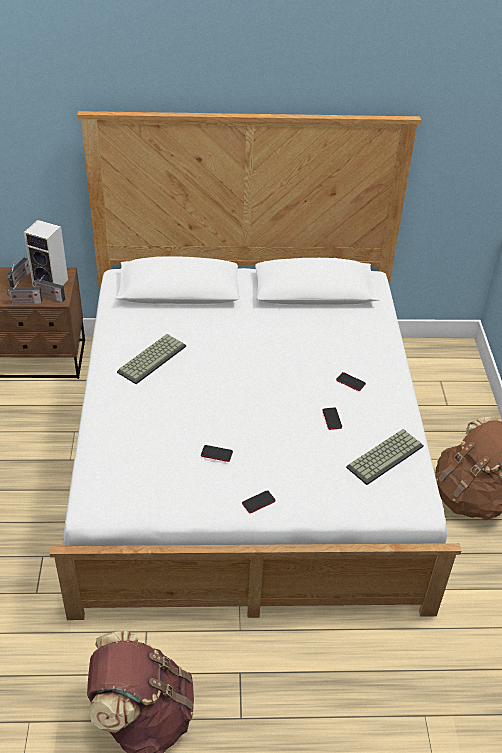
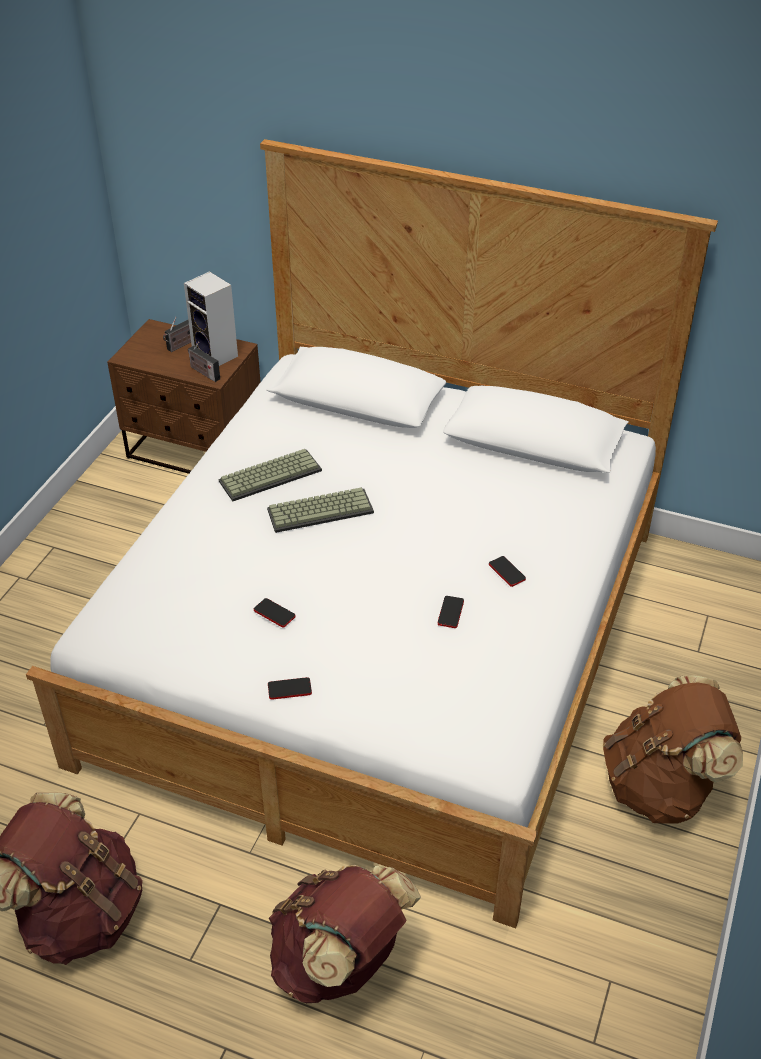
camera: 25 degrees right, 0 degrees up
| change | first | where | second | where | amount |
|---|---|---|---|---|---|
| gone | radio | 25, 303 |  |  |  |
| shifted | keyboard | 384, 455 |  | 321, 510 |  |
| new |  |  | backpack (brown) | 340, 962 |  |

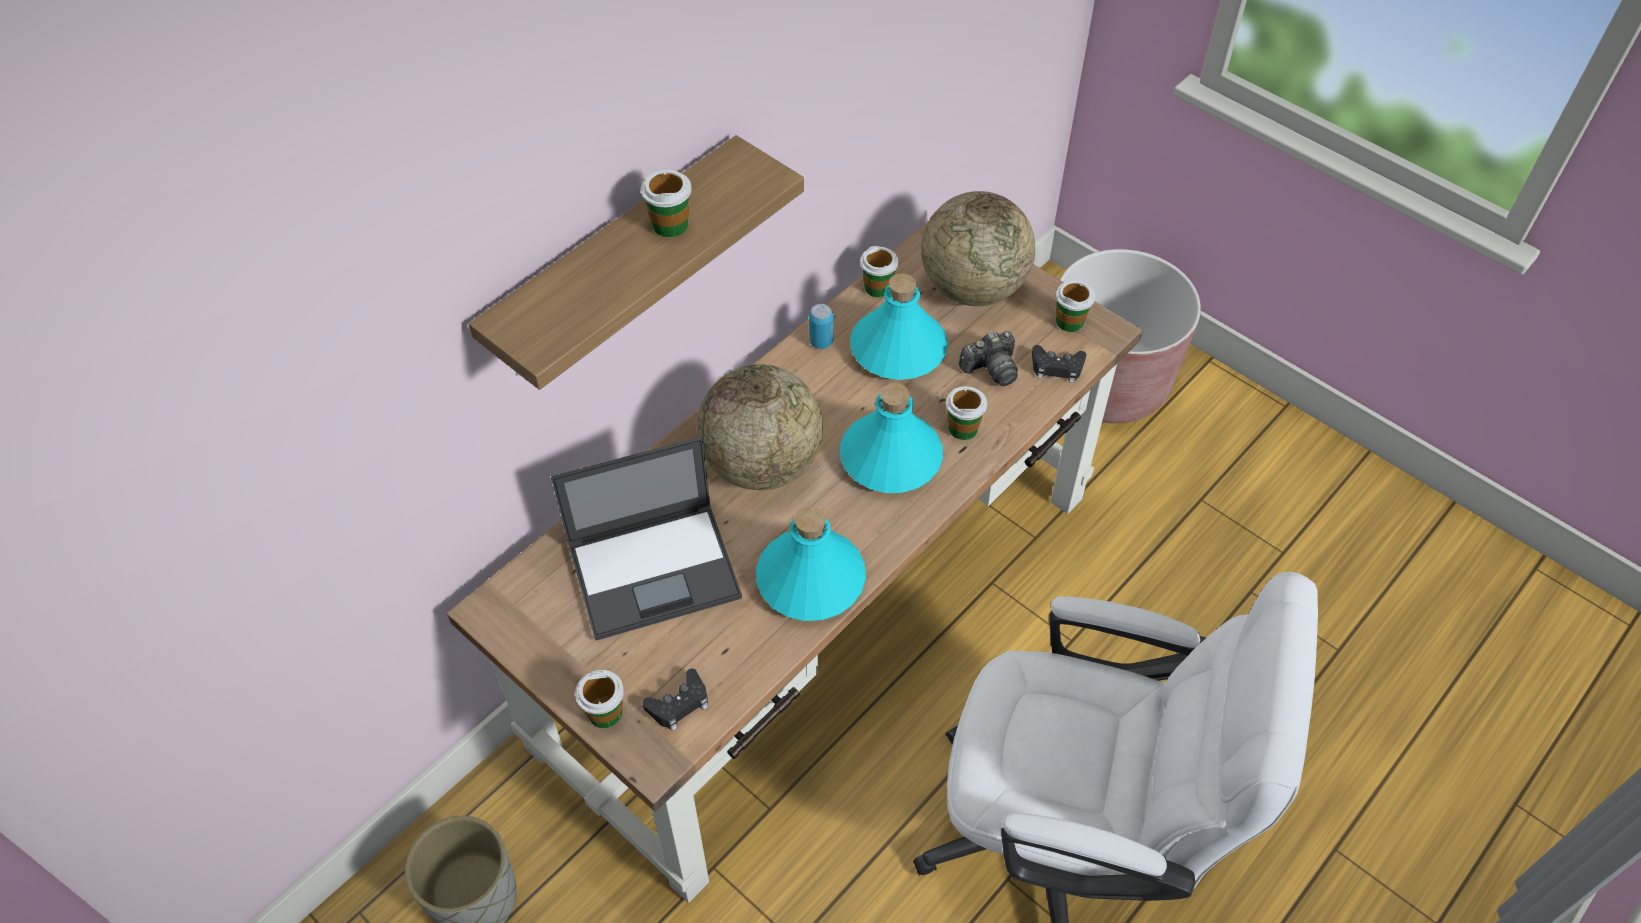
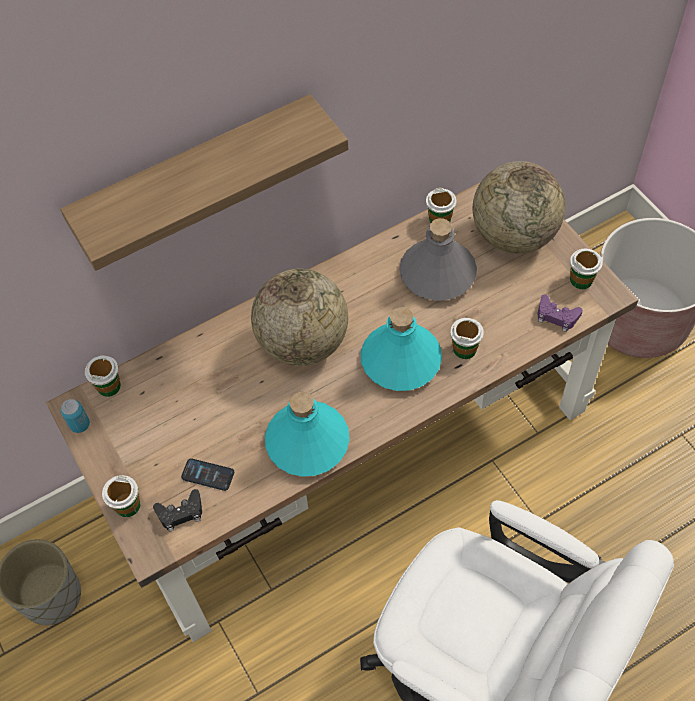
camera: 20 degrees right, 5 degrees up
| change | first | where | second | where | amount |
|---|---|---|---|---|---|
| shifted | cup | 670, 224 |  | 109, 386 |  |
| repainted | bottle (turquoise) | 898, 350 | bottle (grey) | 437, 274 |  |
| shifted | can | 821, 341 |  | 80, 425 |  |
| gone | photo camera | 991, 368 |  |  |  |
| repainted | game controller (black) | 1057, 367 | game controller (purple) | 557, 316 |  |
| gone | laptop | 656, 569 |  |  |  |
| new |  |  | phone | 208, 475 |  |

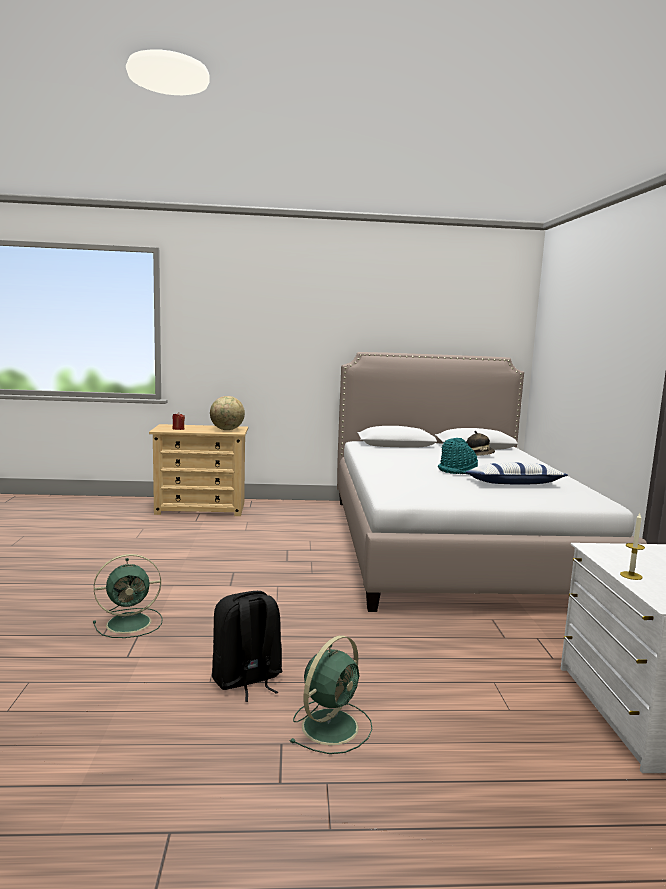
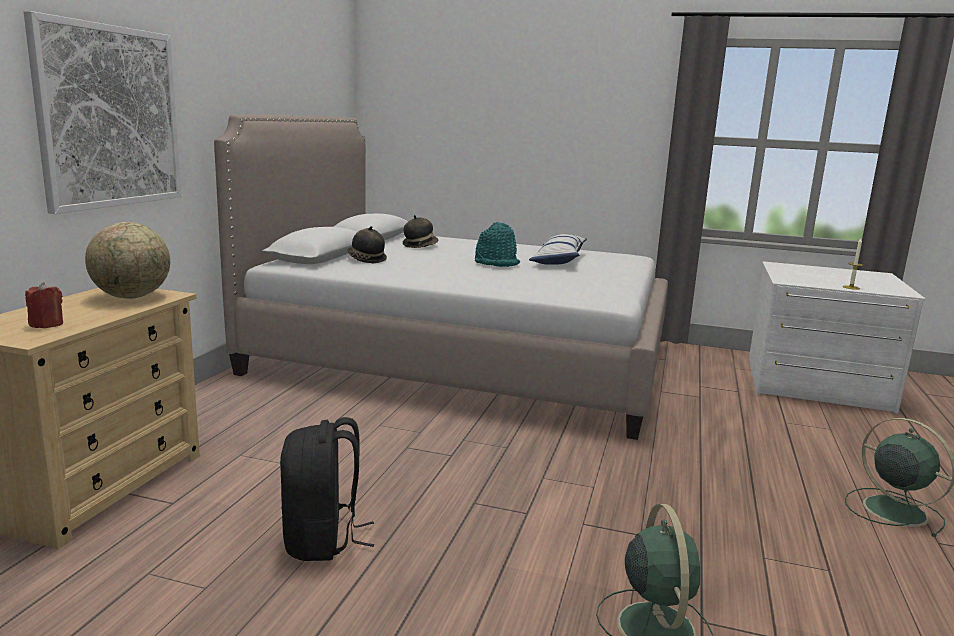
camera: 70 degrees left, 5 degrees up
| change | first | where | second | where | amount |
|---|---|---|---|---|---|
| shifted | backpack (black) | 247, 680 |  | 323, 540 |  |
| new |  |  | picture | 110, 117 |  |
| new |  |  | hat | 366, 260 |  |

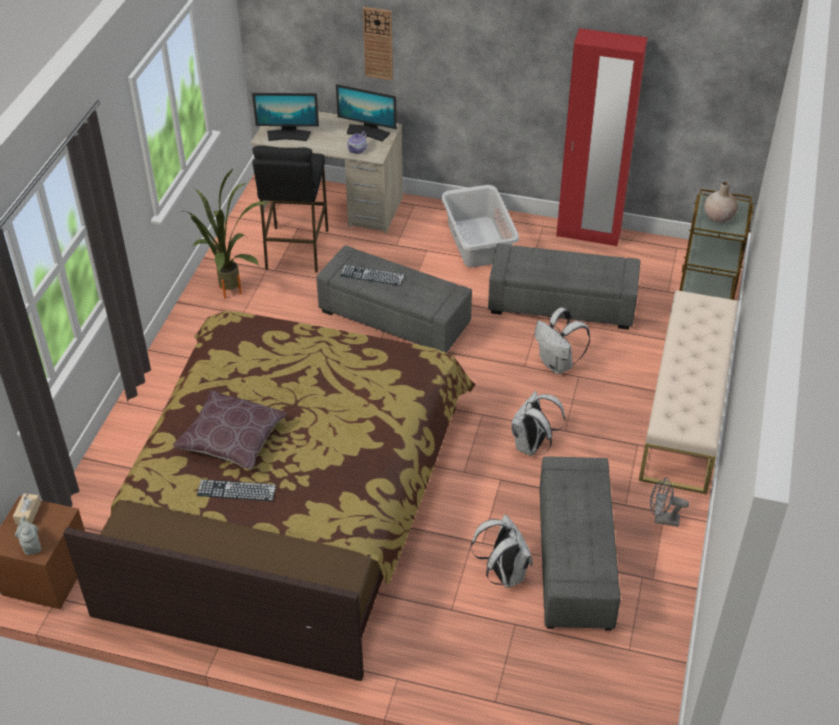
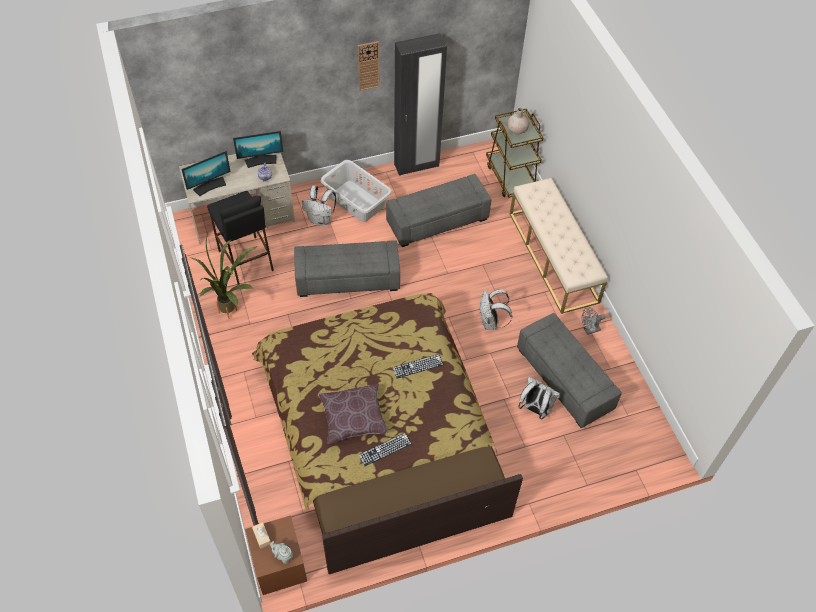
camera: 35 degrees left, 10 degrees up
| change | first | where | second | where | amount |
|---|---|---|---|---|---|
| shifted | wall clock | 378, 43 |  | 368, 66 |  |
| repainted | wardrobe (red) | 588, 234 | wardrobe (black) | 416, 165 |  |
| shifted | keyboard | 372, 275 |  | 418, 366 |  |
| shifted | backpack (white) | 558, 364 |  | 321, 220 |  |

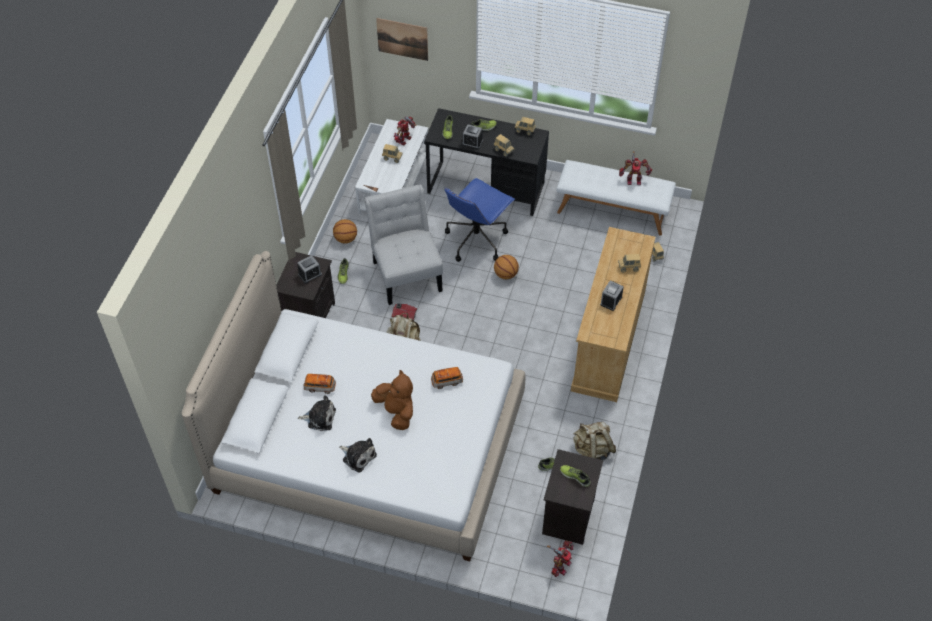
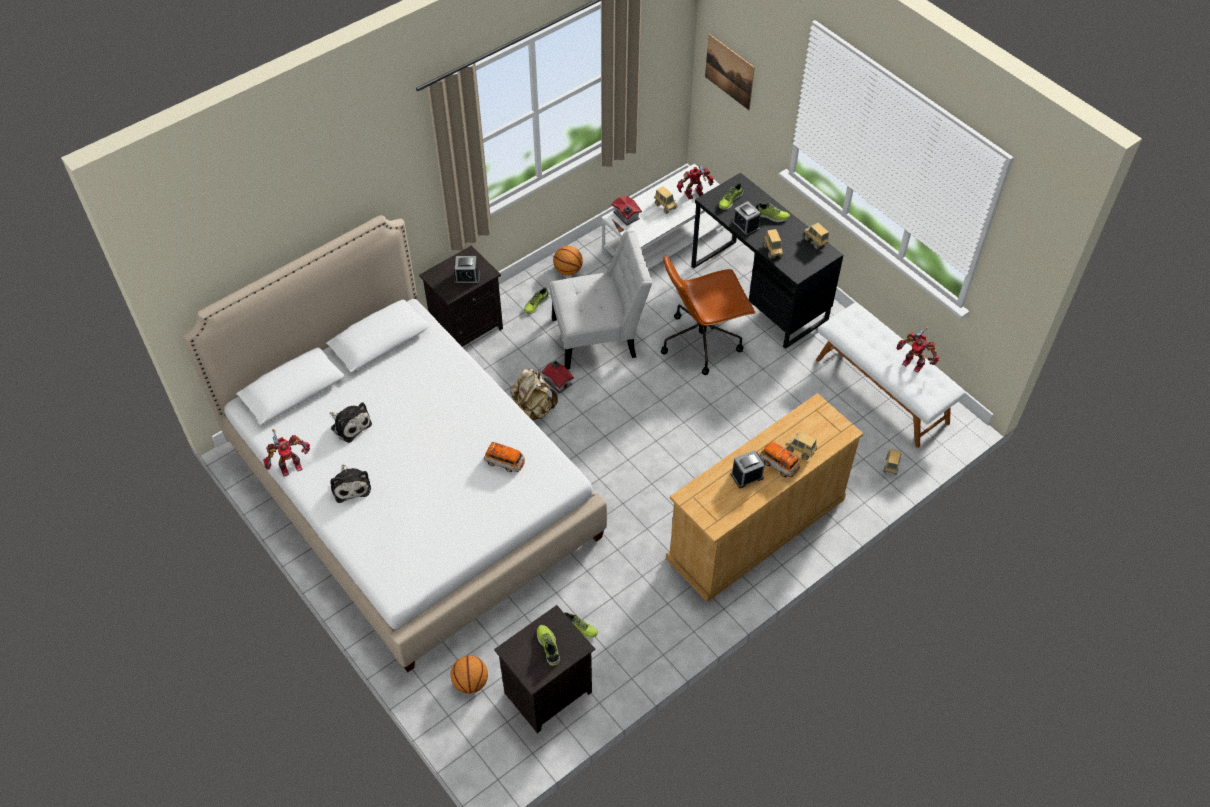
camera: 35 degrees right, 0 degrees up
| change | first | where | second | where | amount |
|---|---|---|---|---|---|
| repainted | office chair (blue) | 476, 239 | office chair (brown) | 702, 341 |  |
| rotated | chair (white) | 406, 272 |  | 599, 336 | 60 degrees clockwise |
| shifted | basketball | 506, 274 |  | 471, 682 |  |
| gone | plush toy (brown) | 396, 412 |  |  |  |
| shifted | toy car | 319, 387 |  | 778, 464 |  |
| gone | backpack (beige) | 592, 450 |  |  |  |
| shifted | toy robot | 561, 565 |  | 290, 465 |  |
| new |  |  | toy house | 626, 216 |  |

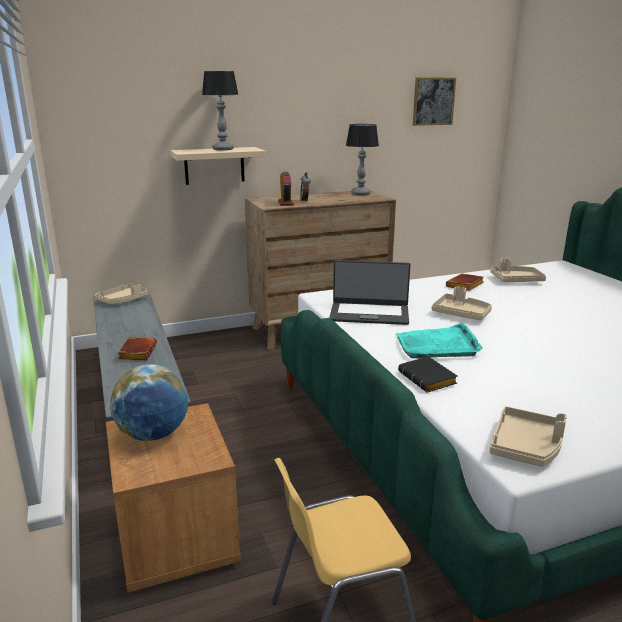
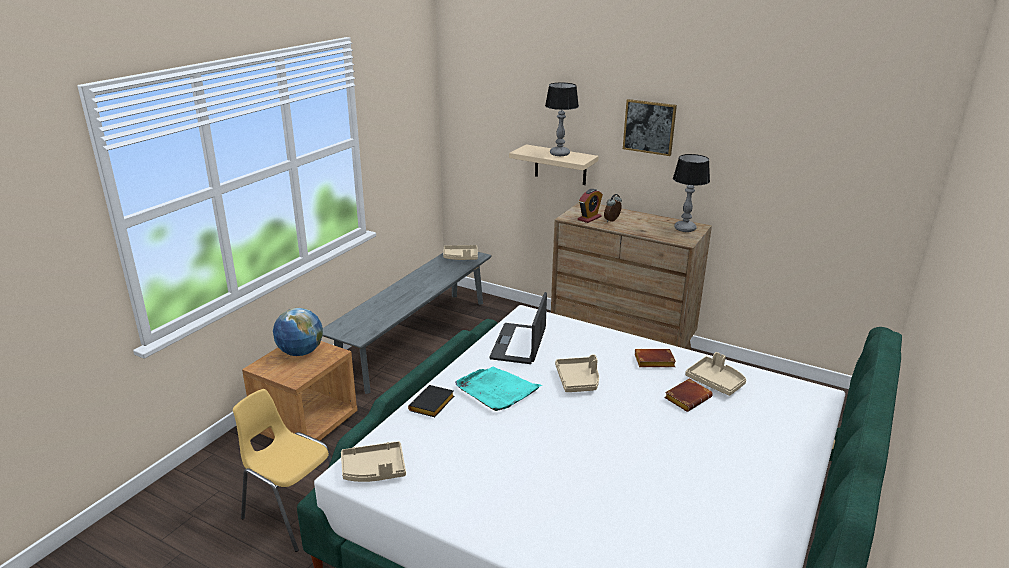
camera: 50 degrees right, 5 degrees up
| change | first | where | second | where | amount |
|---|---|---|---|---|---|
| shifted | picture | 433, 101 |  | 649, 127 |  |
| rotated | laptop | 369, 313 |  | 519, 344 | 45 degrees clockwise |
| shifted | book (brown) | 137, 352 |  | 687, 398 |  |

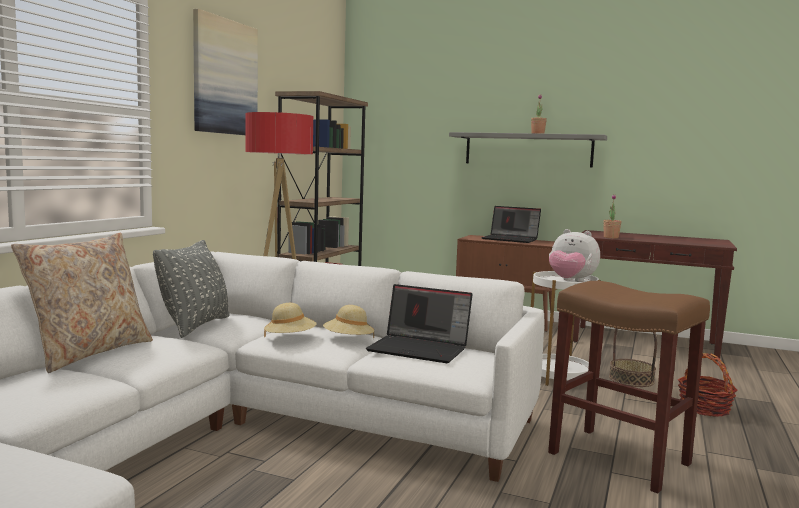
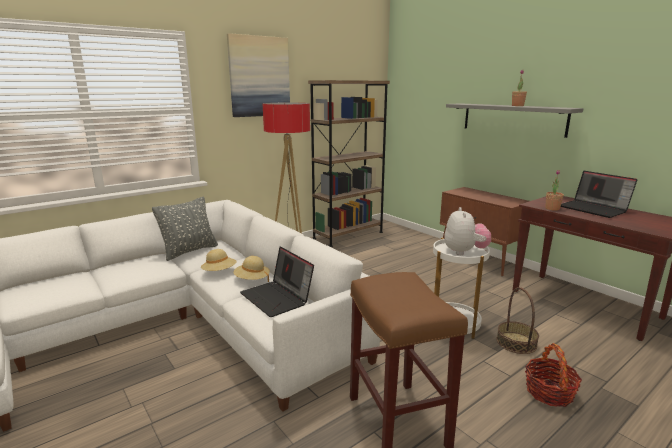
camera: 30 degrees right, 10 degrees up
| change | first | where | second | where | amount |
|---|---|---|---|---|---|
| shifted | laptop | 511, 239 |  | 594, 209 |  |
| rotated | plush toy | 571, 281 |  | 464, 252 | 150 degrees counterclockwise |
| gone | pillow (beige) | 89, 352 |  |  |  |

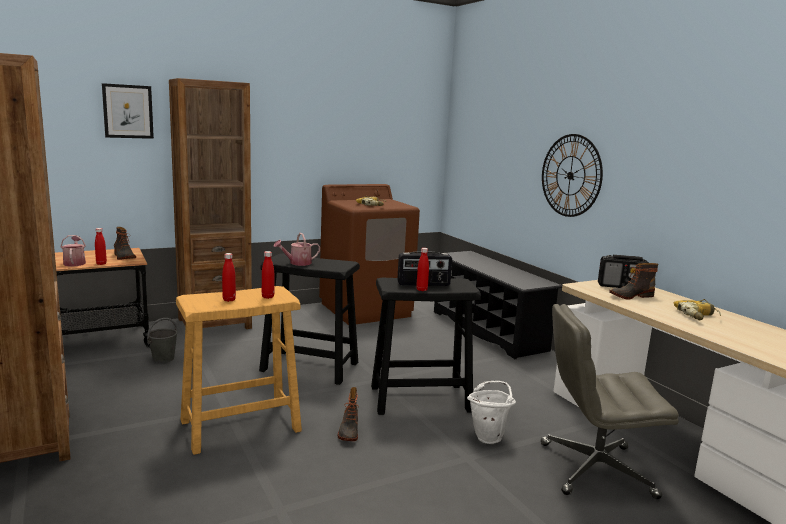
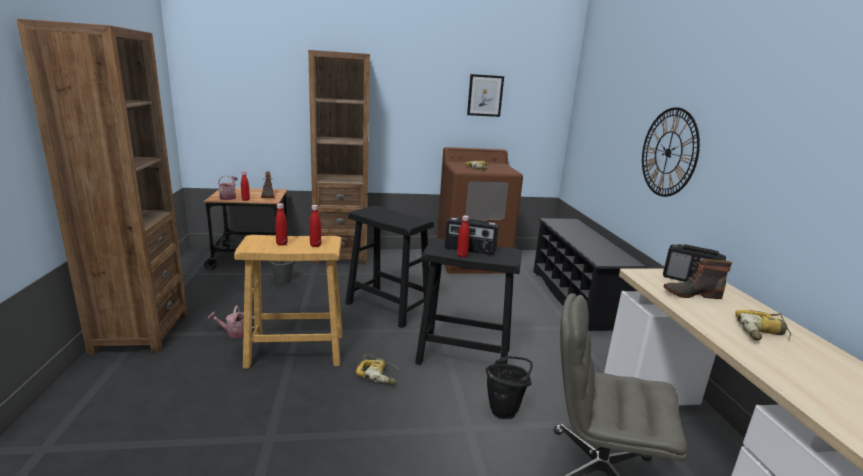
camera: 20 degrees right, 5 degrees up
| change | first | where | second | where | amount |
|---|---|---|---|---|---|
| shifted | picture | 128, 111 |  | 485, 95 |  |
| shifted | watering can | 297, 263 |  | 234, 333 |  |
| repainted | bucket (white) | 489, 436 | bucket (black) | 505, 409 |  |
| swapped | boot | 348, 431 | power drill | 378, 374 |  |

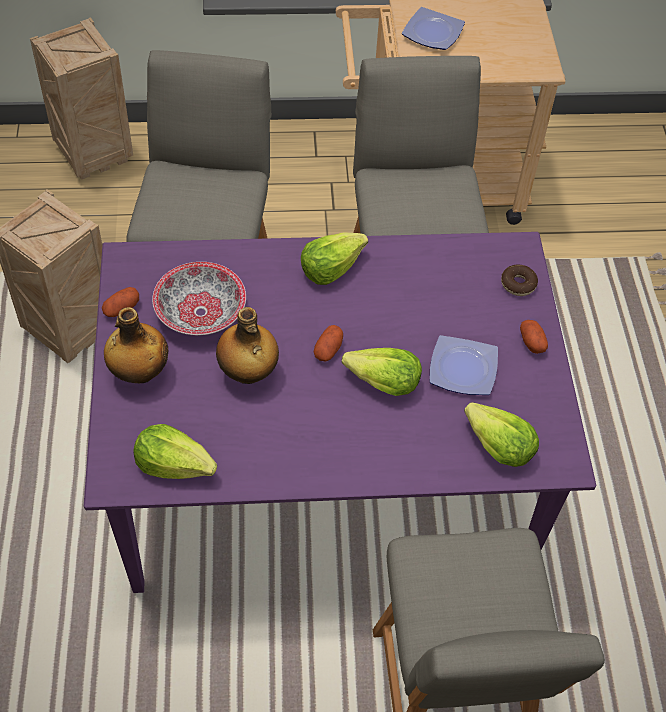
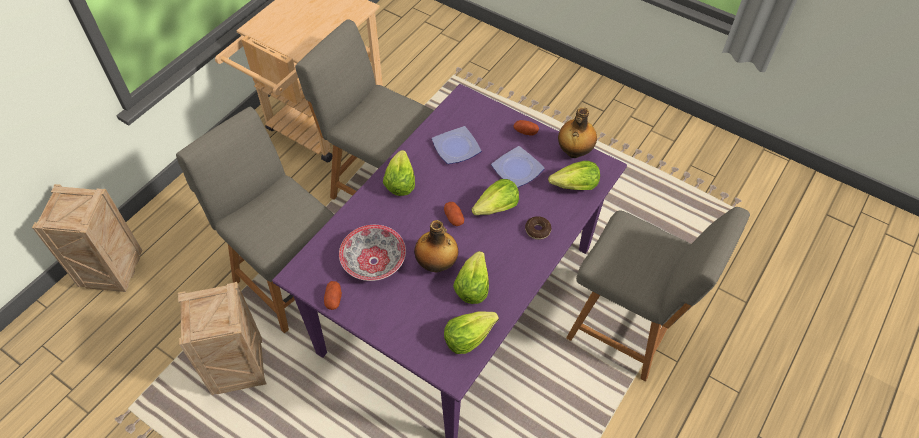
camera: 50 degrees left, 0 degrees up
| change | first | where | second | where | amount |
|---|---|---|---|---|---|
| shifted | plate | 433, 34 |  | 457, 148 |  |
| shifted | donut | 518, 284 |  | 537, 230 |  |
| shifted | bottle | 139, 372 |  | 574, 152 |  |
| new |  |  | lettuce | 472, 286 |  |

